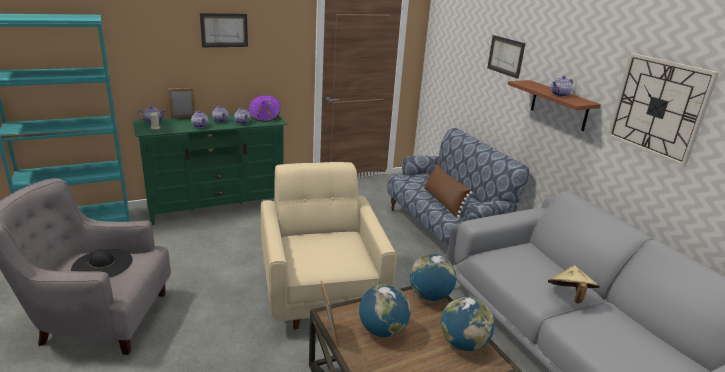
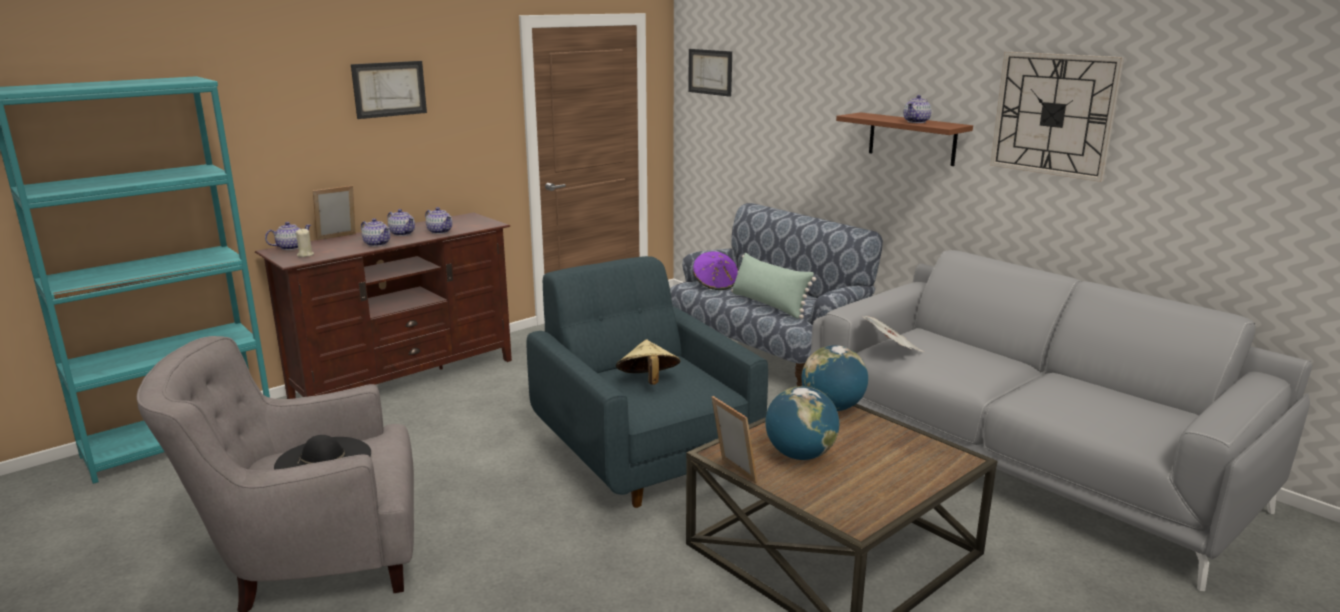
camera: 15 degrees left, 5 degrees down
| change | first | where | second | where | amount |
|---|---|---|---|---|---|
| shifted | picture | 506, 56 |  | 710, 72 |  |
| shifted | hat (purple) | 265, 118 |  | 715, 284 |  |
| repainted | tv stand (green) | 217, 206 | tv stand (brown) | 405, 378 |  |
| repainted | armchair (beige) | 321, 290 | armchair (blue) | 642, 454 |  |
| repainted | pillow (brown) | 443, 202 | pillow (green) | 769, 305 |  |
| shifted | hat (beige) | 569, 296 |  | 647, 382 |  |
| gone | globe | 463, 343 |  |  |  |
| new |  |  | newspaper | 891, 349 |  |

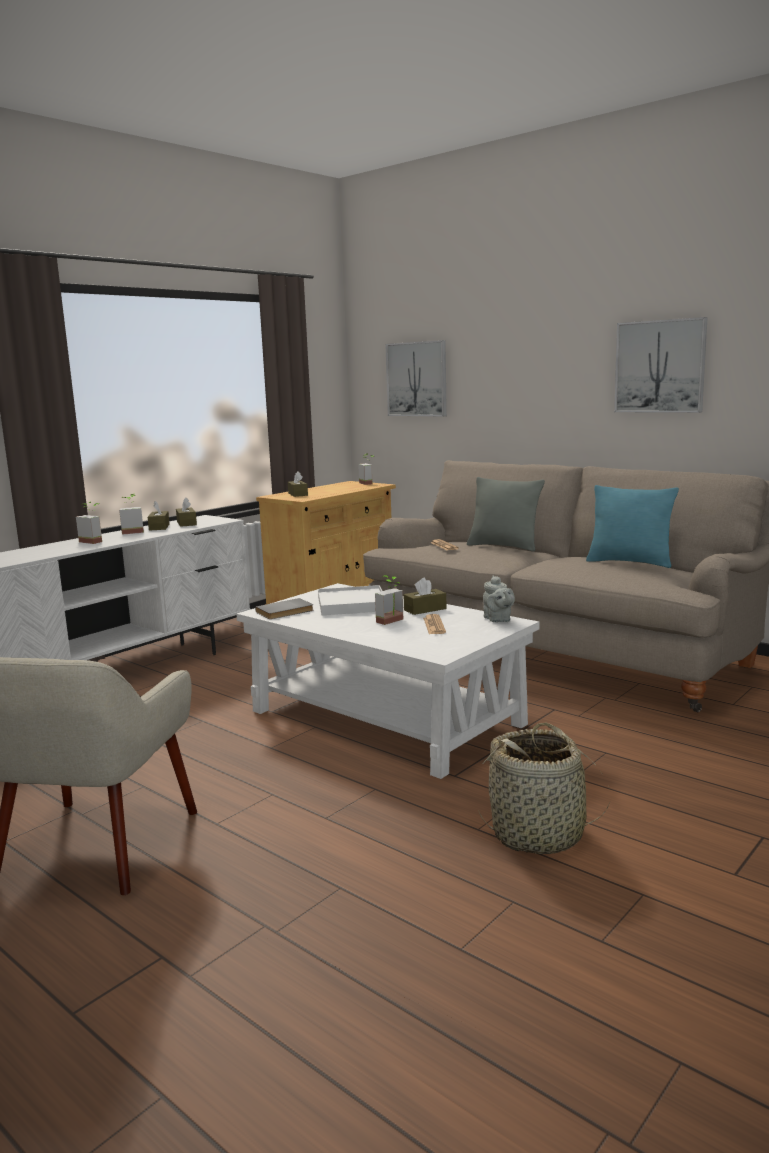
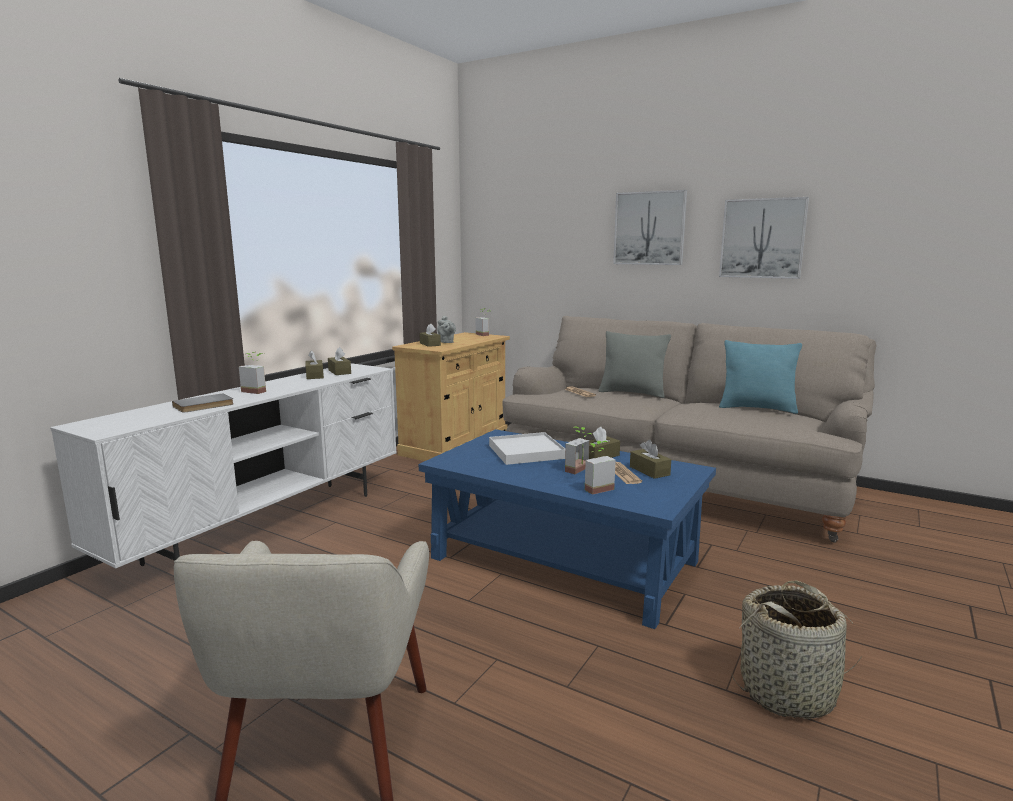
camera: 10 degrees left, 0 degrees up
| change | first | where | second | where | amount |
|---|---|---|---|---|---|
| shifted | picture | 417, 379 |  | 649, 228 |  |
| shifted | potted plant | 132, 532 |  | 595, 488 |  |
| shifted | teapot (grey) | 498, 620 |  | 446, 342 |  |
| repainted | coffee table (white) | 387, 717 | coffee table (blue) | 565, 560 |  |
| shifted | book (grey) | 285, 611 |  | 204, 405 |  |
| new |  |  | tissue box (brown) | 649, 471 |  |

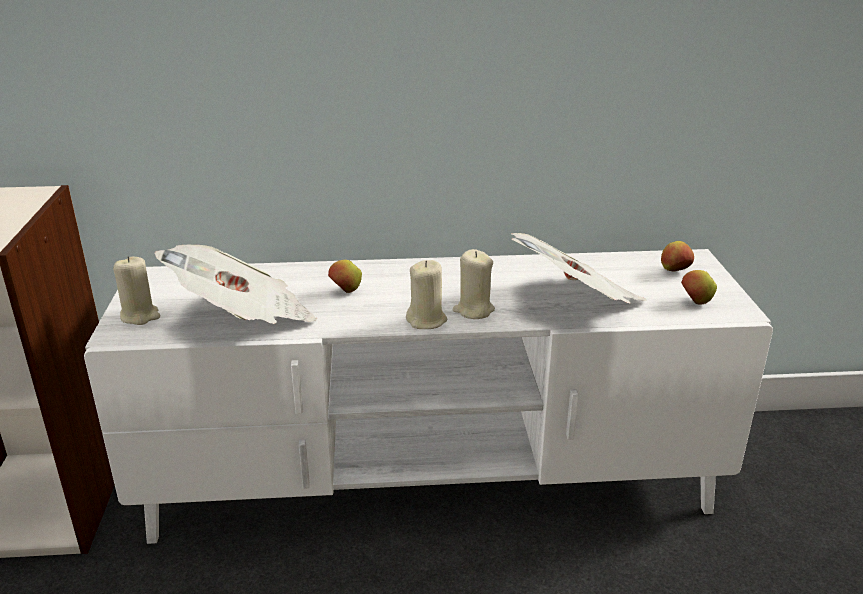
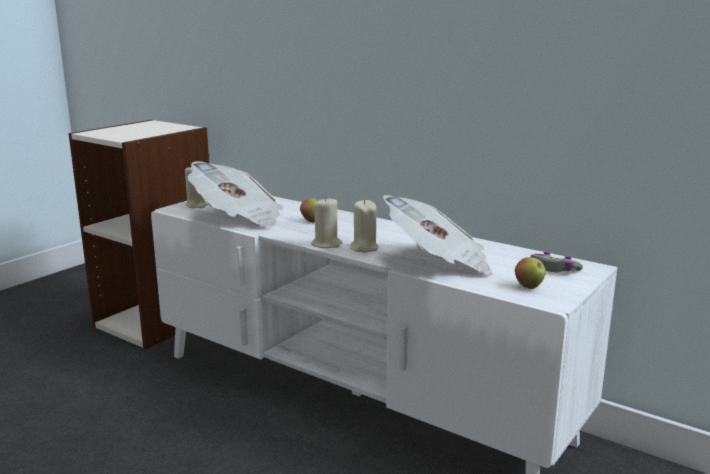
camera: 40 degrees right, 10 degrees down
| change | first | where | second | where | amount |
|---|---|---|---|---|---|
| swapped | apple | 675, 271 | game controller (grey) | 554, 269 |  |

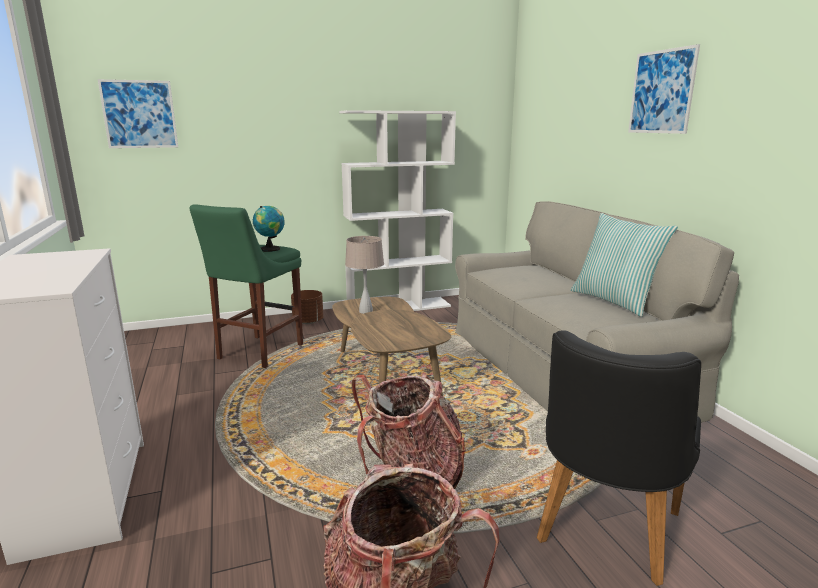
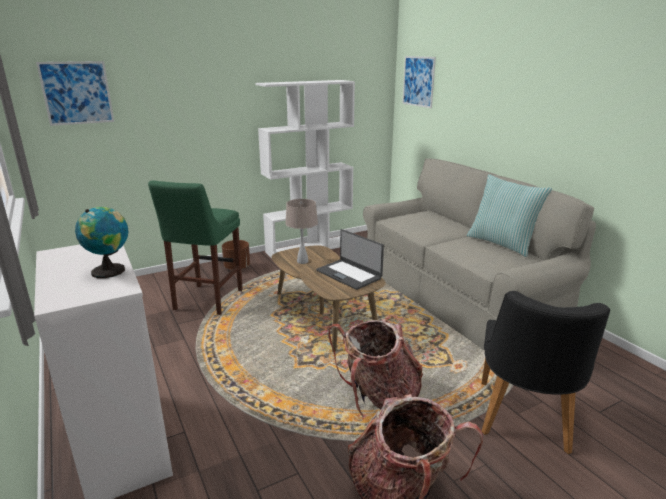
camera: 10 degrees left, 5 degrees up
| change | first | where | second | where | amount |
|---|---|---|---|---|---|
| shifted | picture | 661, 92 |  | 418, 81 |  |
| shifted | globe | 271, 249 |  | 110, 270 |  |
| new |  |  | laptop | 349, 274 |  |

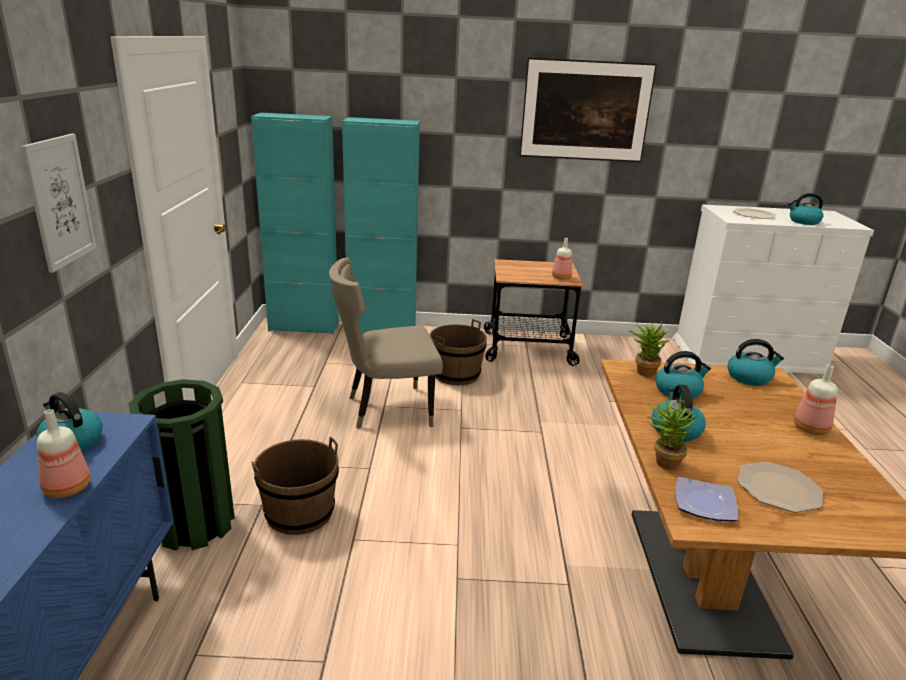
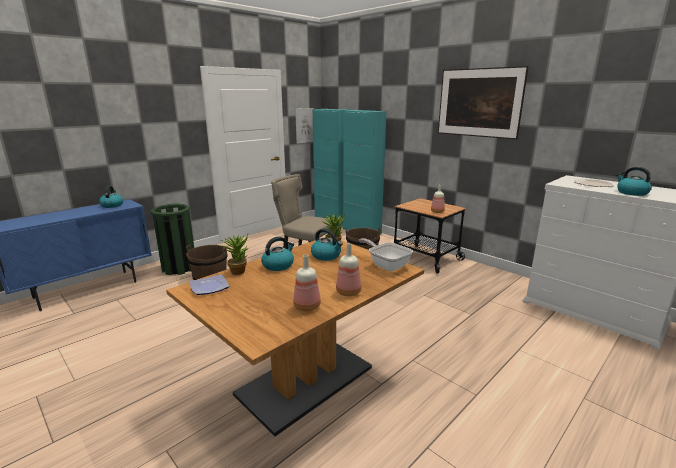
camera: 45 degrees right, 5 degrees down
| change | first | where | second | where | amount |
|---|---|---|---|---|---|
| shifted | picture | 60, 201 |  | 304, 125 |  |
| swapped | kettle | 749, 377 | frying pan | 386, 265 |  |
| shifted | bottle | 65, 488 |  | 306, 306 |  |
| gone | plate | 778, 488 |  |  |  |

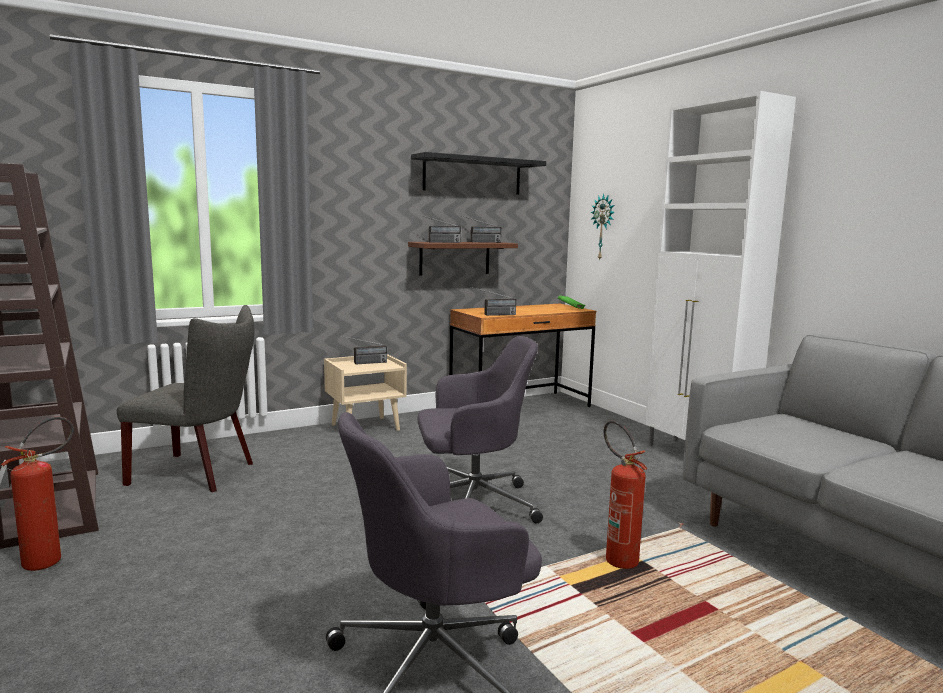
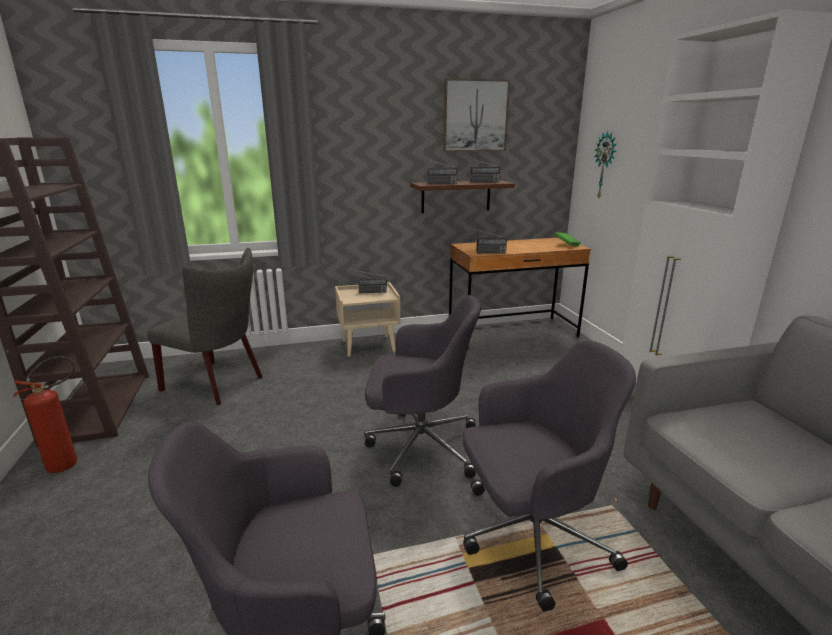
camera: 15 degrees right, 10 degrees up
| change | first | where | second | where | amount |
|---|---|---|---|---|---|
| swapped | shelf (black) | 472, 175 | picture | 475, 116 |  |
| swapped | fire extinguisher | 616, 558 | office chair (grey) | 530, 537 |  |

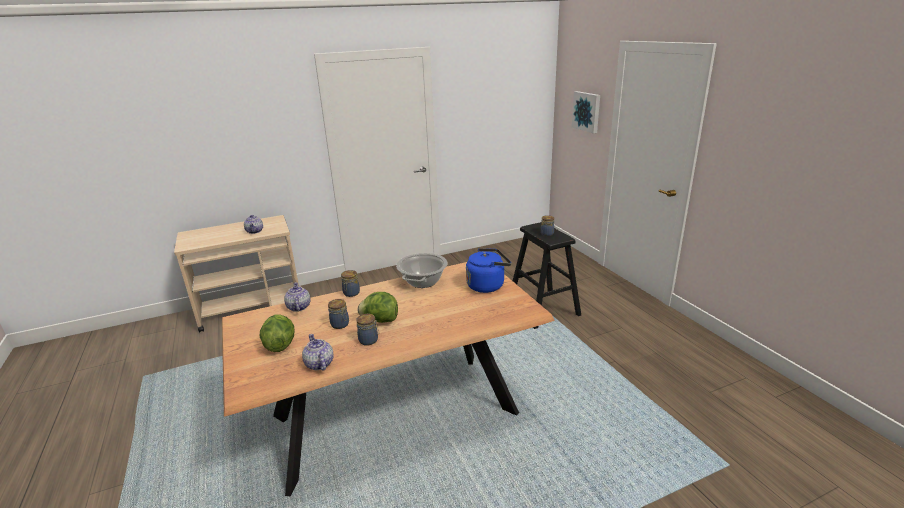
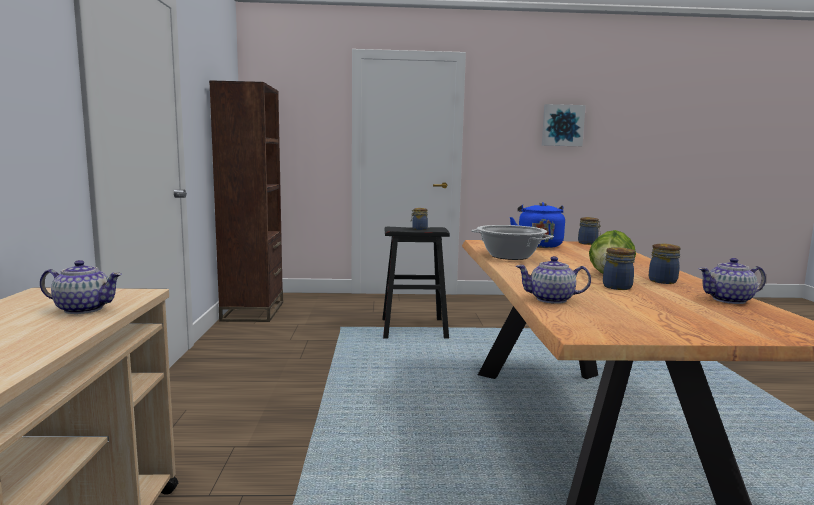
camera: 70 degrees left, 15 degrees down
| change | first | where | second | where | amount |
|---|---|---|---|---|---|
| shifted | picture | 587, 111 |  | 562, 125 |  |
| shifted | jar | 351, 293 |  | 588, 243 |  |
| gone | lettuce | 280, 345 |  |  |  |
| new |  |  | bookcase (brown) | 253, 311 |  |

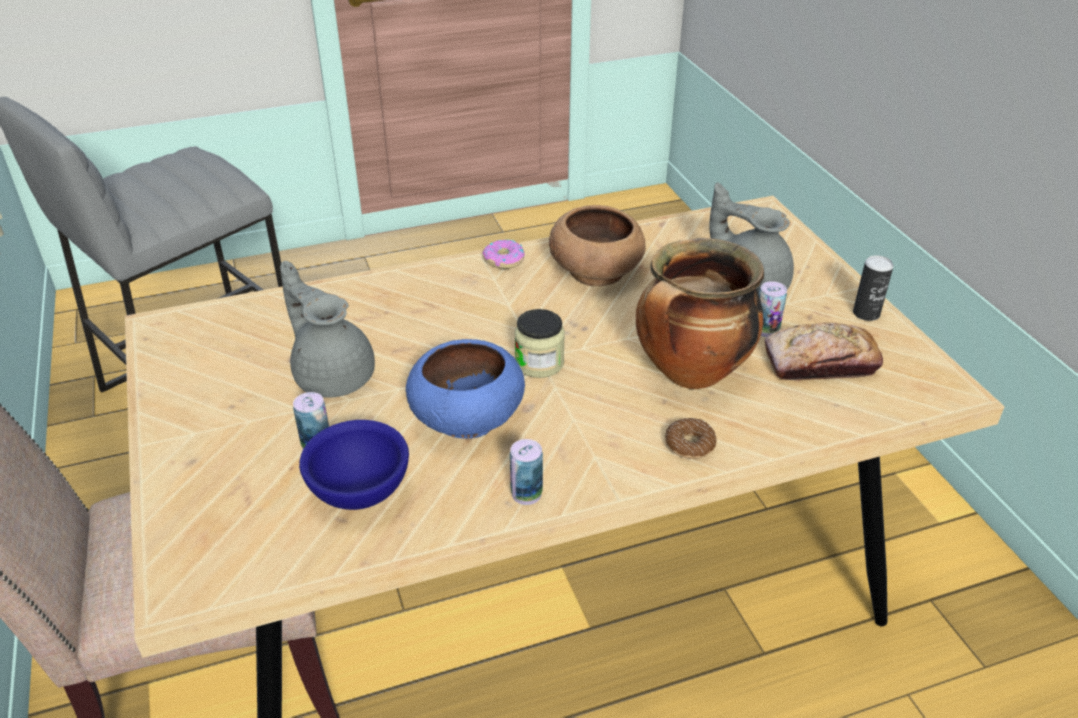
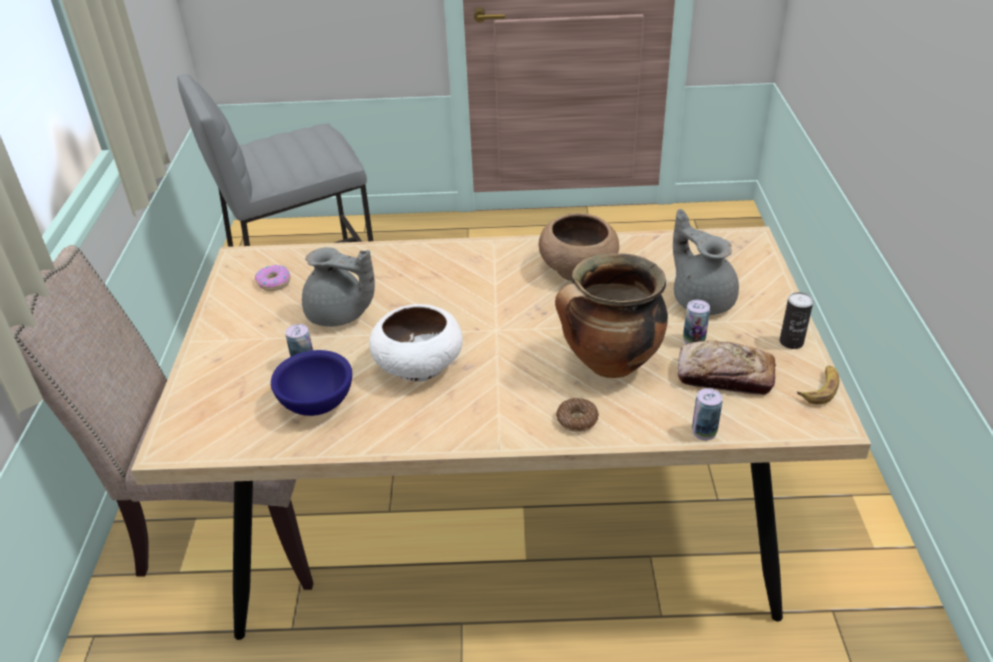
camera: 20 degrees right, 0 degrees up
| change | first | where | second | where | amount |
|---|---|---|---|---|---|
| shifted | donut | 504, 260 |  | 273, 282 |  |
| rotated | teapot (grey) | 333, 375 |  | 339, 315 | 135 degrees clockwise |
| gone | jar | 539, 363 |  |  |  |
| repainted | bowl (blue) | 466, 417 | bowl (white) | 418, 365 |  |
| shifted | can | 526, 494 |  | 704, 432 |  |
| new |  |  | banana | 820, 388 |  |

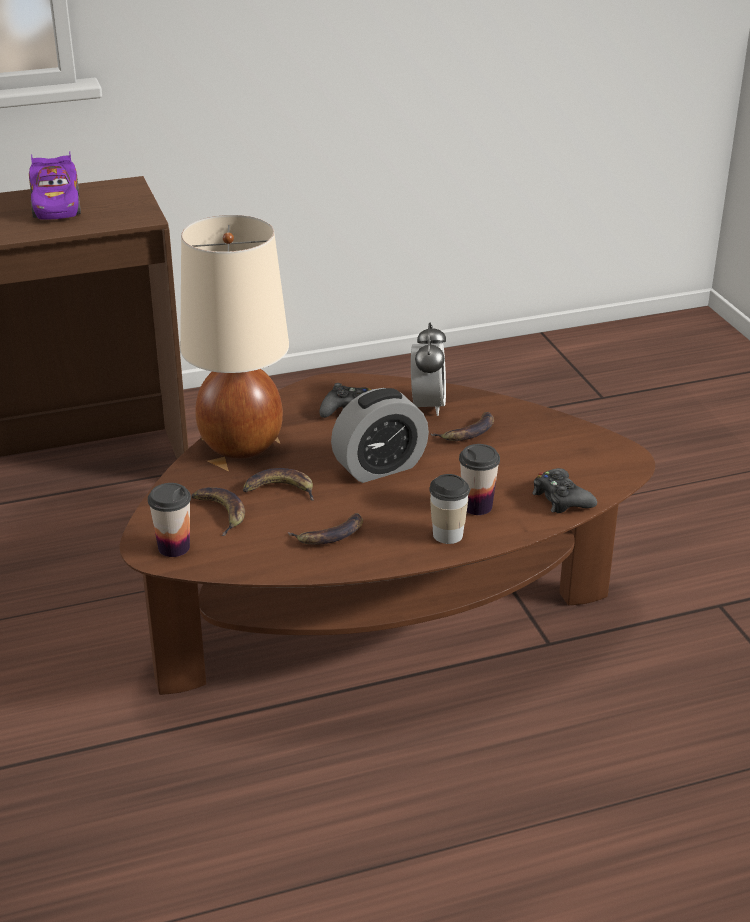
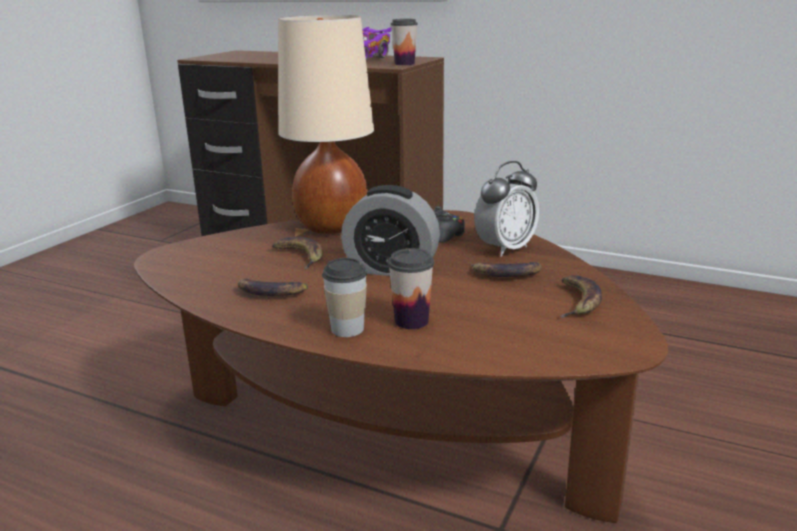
camera: 45 degrees right, 10 degrees down
| change | first | where | second | where | amount |
|---|---|---|---|---|---|
| gone | game controller (black) | 561, 499 |  |  |  |
| shifted | cup | 174, 547 |  | 404, 64 |  |
| shifted | banana | 219, 512 |  | 577, 301 |  |

